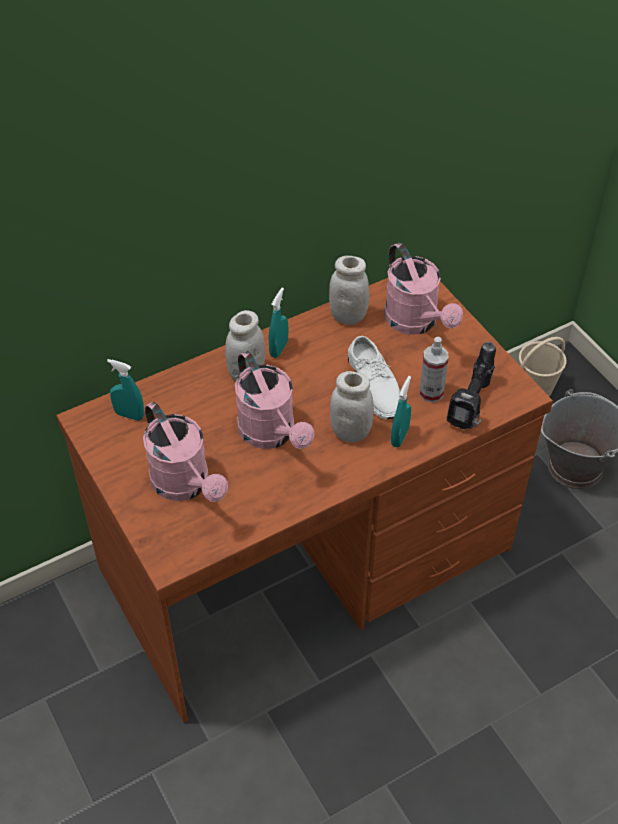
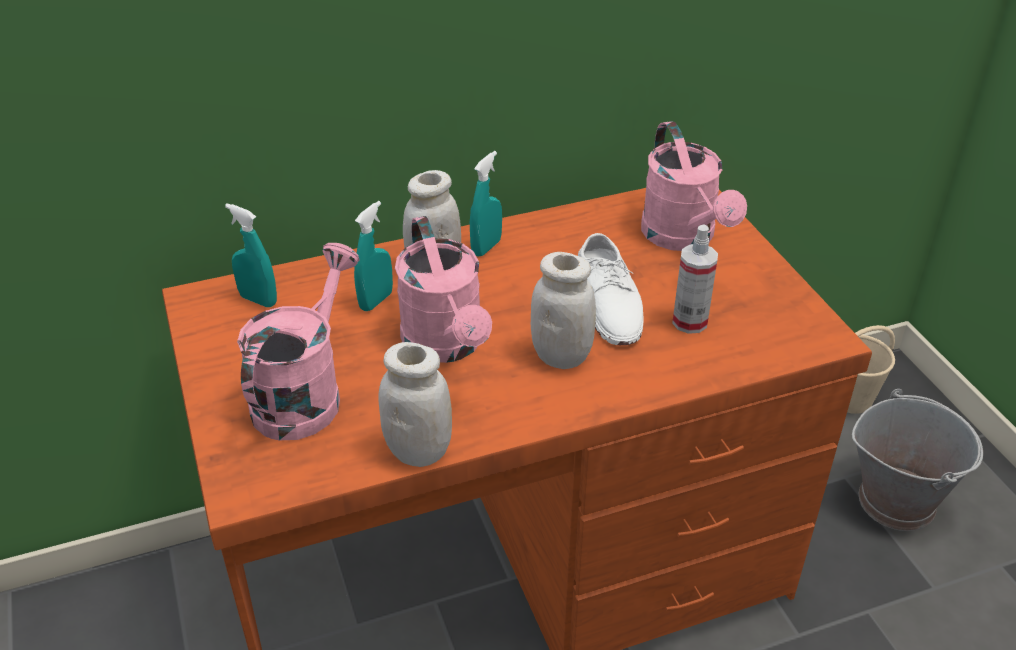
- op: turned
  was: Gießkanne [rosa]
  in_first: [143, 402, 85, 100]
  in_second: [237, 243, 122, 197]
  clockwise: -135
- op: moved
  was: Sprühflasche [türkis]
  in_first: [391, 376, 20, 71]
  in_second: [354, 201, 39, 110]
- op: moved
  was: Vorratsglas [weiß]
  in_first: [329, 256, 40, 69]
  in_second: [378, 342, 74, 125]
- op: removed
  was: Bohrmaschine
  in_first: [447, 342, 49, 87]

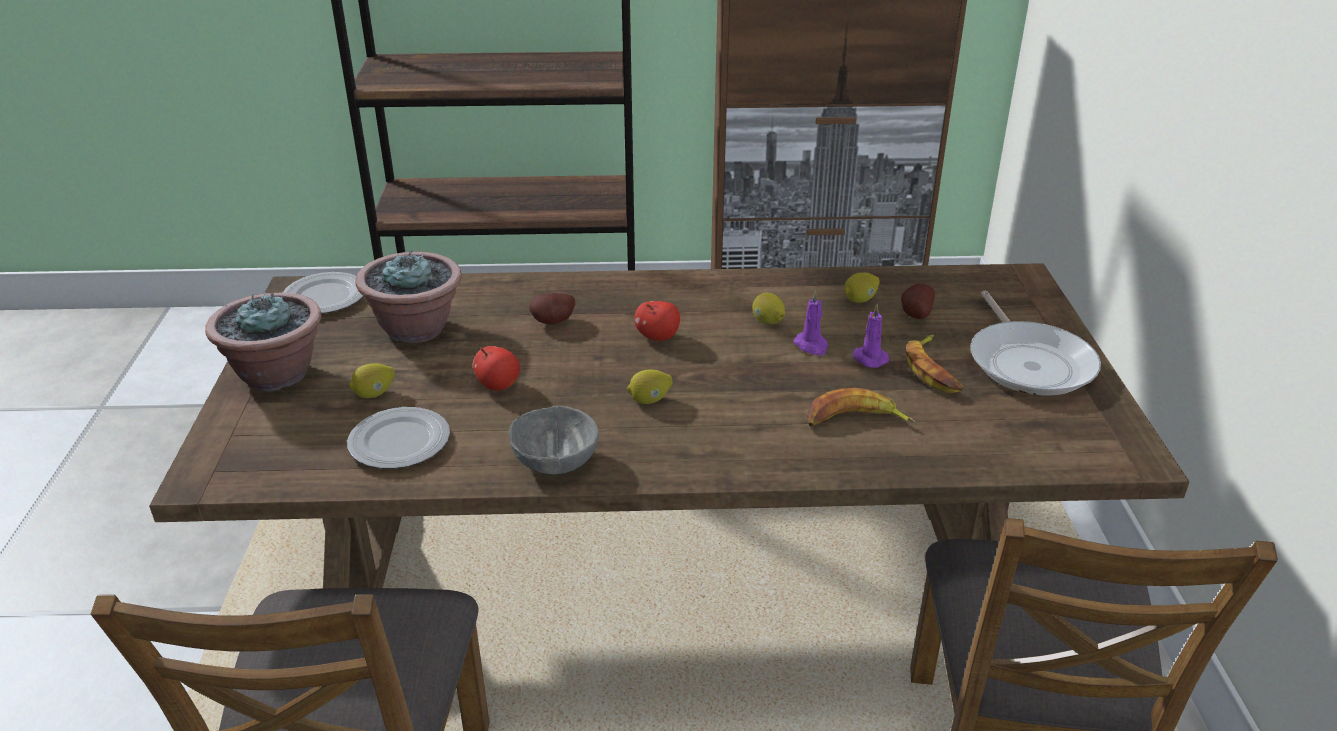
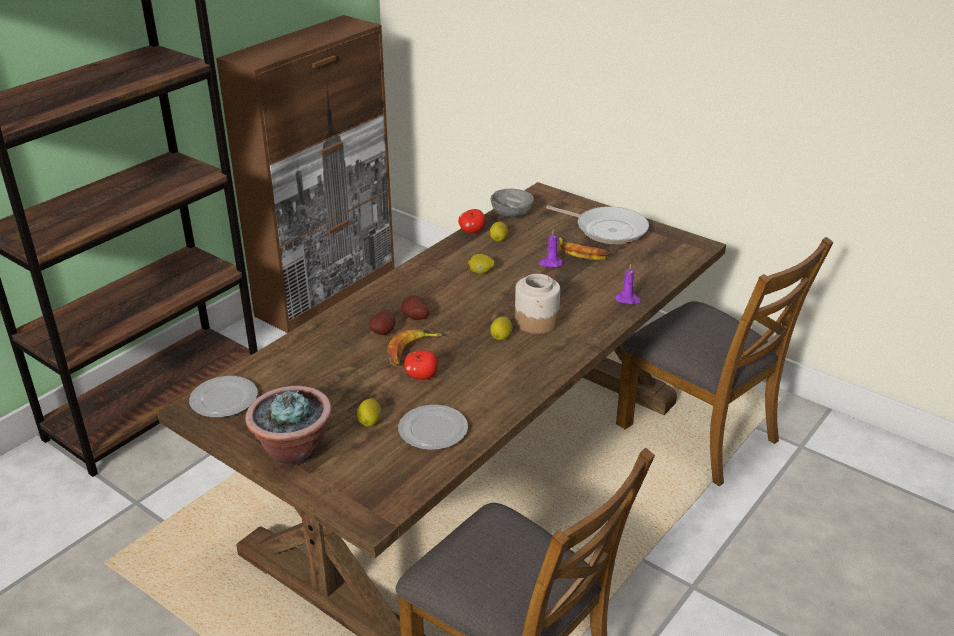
- op: moved
  was: Banane
  in_first: [806, 388, 110, 39]
  in_second: [387, 329, 56, 37]
- op: moved
  was: Kartoffel
  in_first: [901, 284, 34, 35]
  in_second: [402, 295, 27, 25]
- op: moved
  was: Apfel
  in_first: [634, 301, 46, 40]
  in_second: [458, 209, 27, 25]
- op: moved
  was: Schüssel [grau]
  in_first: [509, 405, 90, 69]
  in_second: [490, 189, 44, 28]
- op: added
  now: Vorratsglas
  in_second: [515, 274, 45, 60]
- op: moved
  was: Kerze [lila]
  in_first: [793, 290, 35, 66]
  in_second: [615, 264, 26, 40]
- op: removed
  was: Topfpflanze
  in_first: [355, 251, 107, 92]

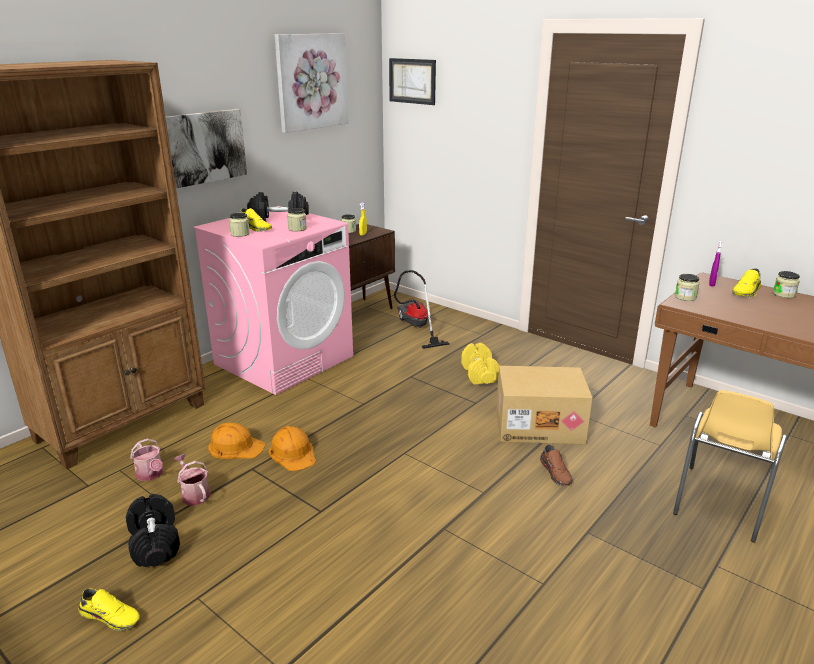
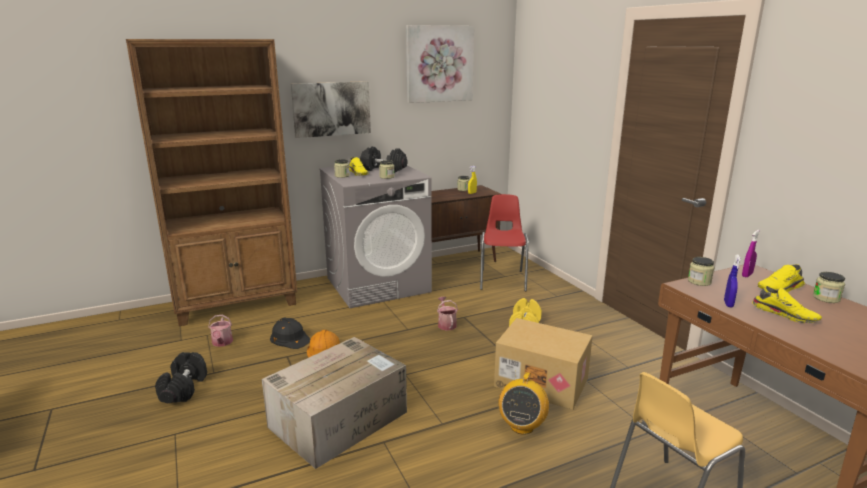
- op: added
  now: Karton
  in_second: [262, 337, 145, 132]
- op: recoloured
  was: Schutzhelm [orange]
  now: Schutzhelm [schwarz]
  in_first: [208, 422, 58, 37]
  in_second: [270, 317, 40, 32]
- op: recoloured
  was: Waschmaschine [rosa]
  now: Waschmaschine [grau]
  in_first: [193, 206, 160, 189]
  in_second: [319, 165, 113, 143]
- op: moved
  was: Gießkanne
  in_first: [174, 454, 37, 51]
  in_second: [437, 297, 21, 34]
- op: replaced
  was: Staubsauger
  now: Stuhl [rot]
  in_first: [394, 270, 55, 79]
  in_second: [480, 194, 49, 97]
- op: replaced
  was: Schuh [braun]
  now: Radio
  in_first: [540, 444, 33, 42]
  in_second: [498, 372, 51, 63]
- op: added
  now: Sprühflasche [blau]
  in_second: [724, 254, 17, 53]
- op: moved
  was: Schuh [gelb]
  in_first: [79, 588, 61, 43]
  in_second: [752, 286, 70, 37]
- op: removed
  was: Bild
  in_first: [389, 58, 47, 47]

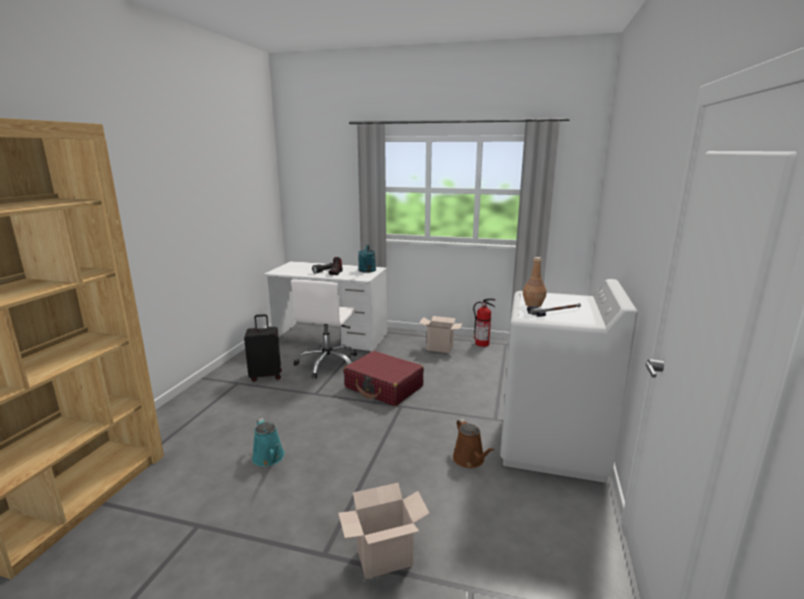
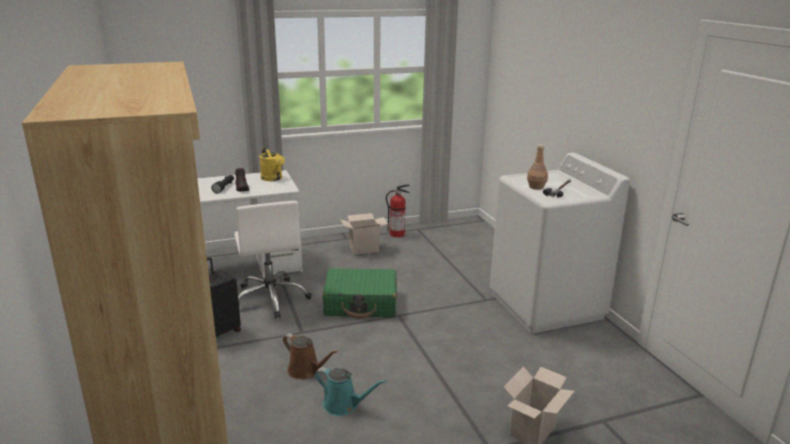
- op: recoloured
  was: Gießkanne [türkis]
  now: Gießkanne [gelb]
  in_first: [358, 245, 18, 28]
  in_second: [259, 147, 26, 34]
- op: moved
  was: Gießkanne [braun]
  in_first: [453, 419, 41, 49]
  in_second: [283, 334, 55, 46]
- op: recoloured
  was: Koffer [rot]
  now: Koffer [grün]
  in_first: [343, 351, 81, 55]
  in_second: [322, 268, 75, 51]

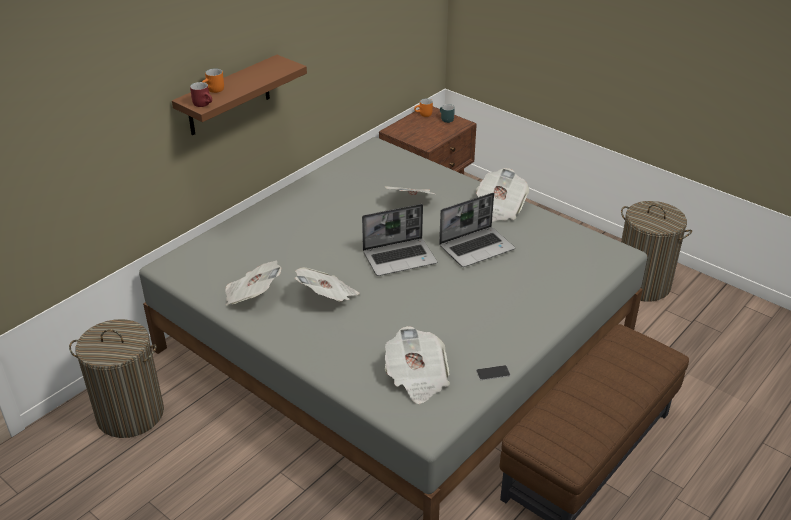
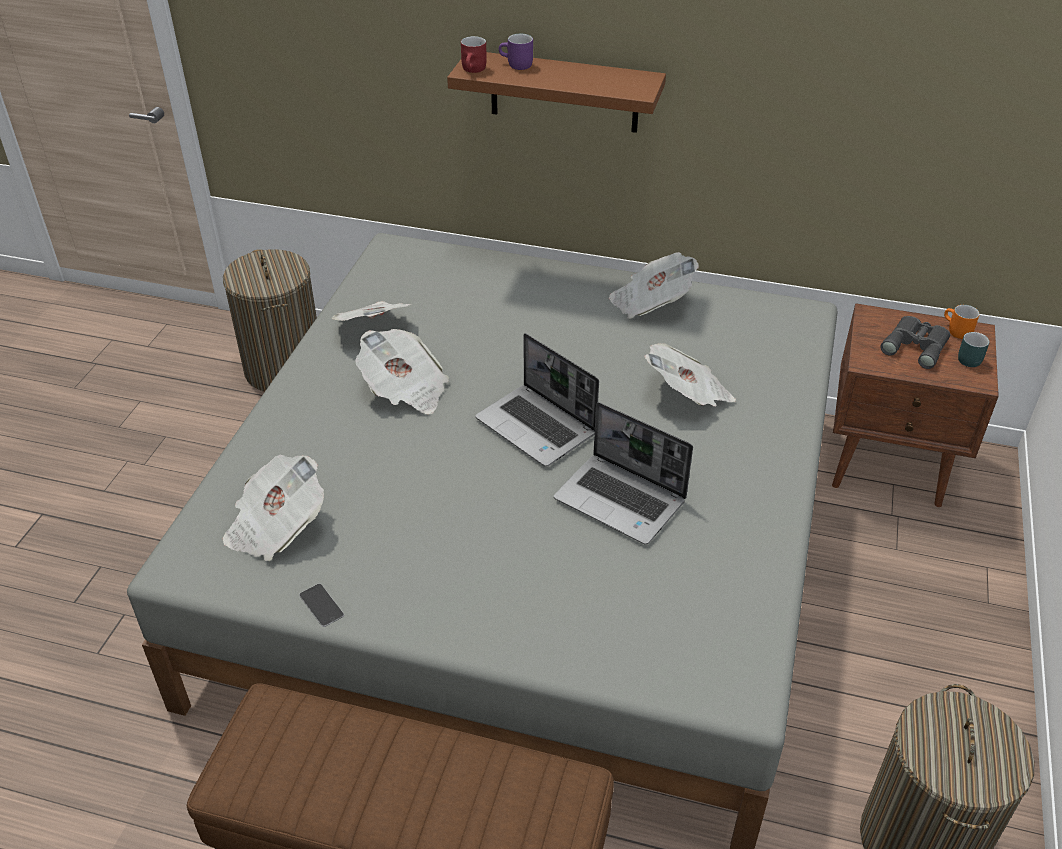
- op: recoloured
  was: Henkelbecher [orange]
  now: Henkelbecher [lila]
  in_first: [202, 68, 22, 25]
  in_second: [499, 34, 34, 36]
- op: moved
  was: Zeitung
  in_first: [476, 168, 53, 54]
  in_second: [609, 252, 90, 67]
- op: added
  now: Fernglas [grau]
  in_second: [880, 316, 70, 53]

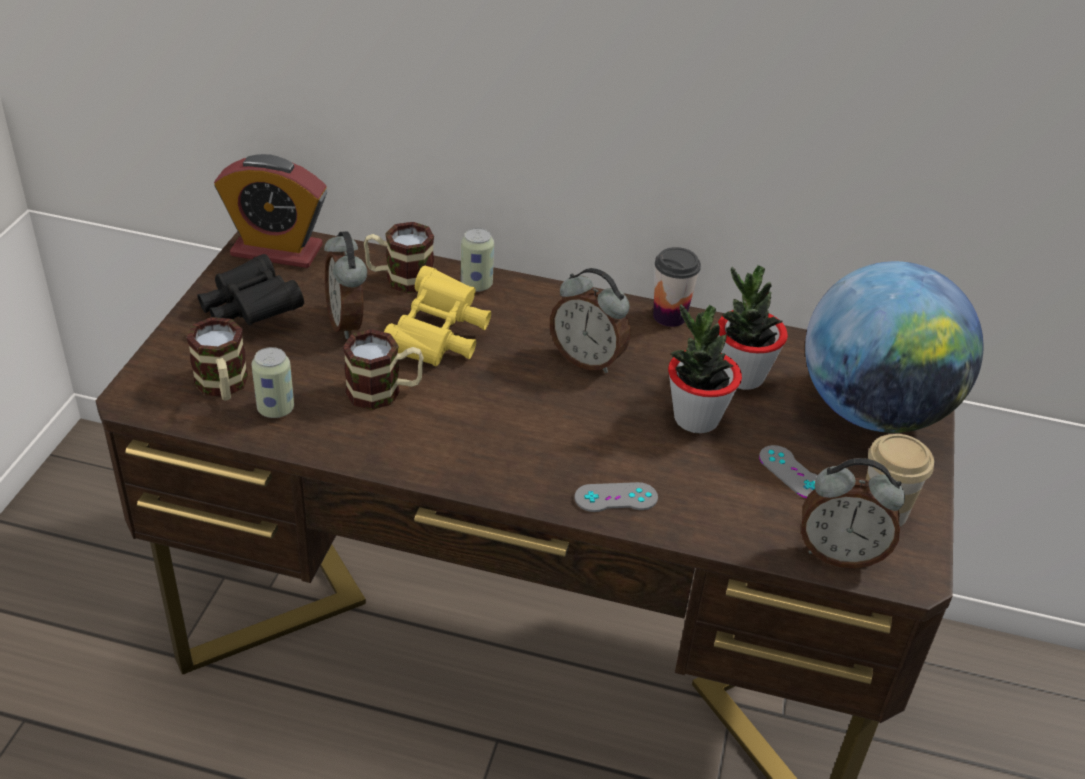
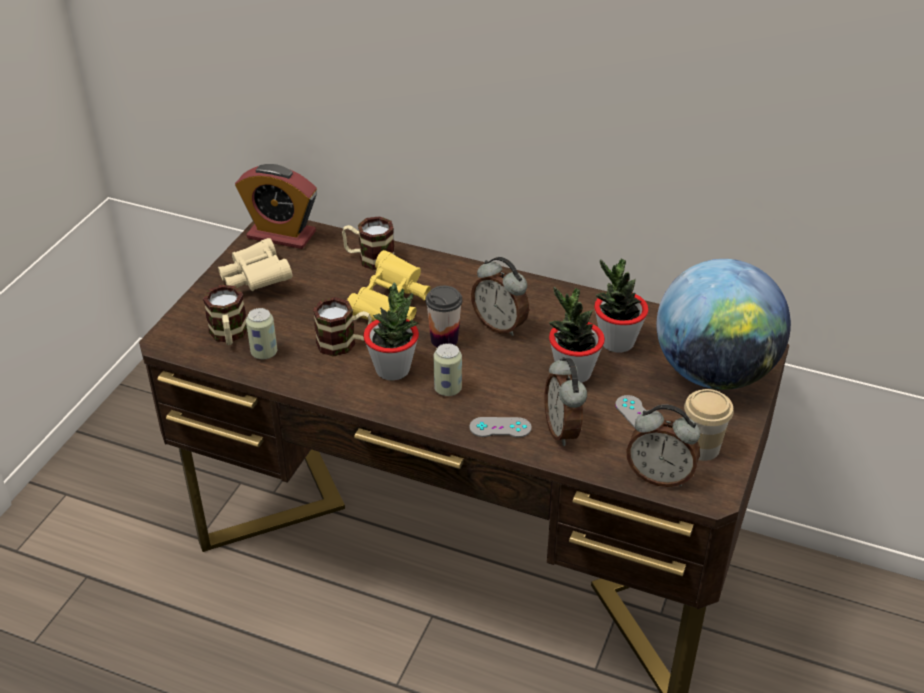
- op: recoloured
  was: Fernglas [schwarz]
  now: Fernglas [beige]
  in_first: [197, 254, 107, 71]
  in_second: [218, 238, 75, 53]
- op: added
  now: Topfpflanze
  in_second: [363, 282, 56, 98]
- op: moved
  was: Tasse
  in_first: [653, 247, 48, 80]
  in_second: [425, 286, 37, 61]
- op: moved
  was: Dose
  in_first: [461, 228, 33, 64]
  in_second: [434, 343, 28, 53]
- op: moved
  was: Wecker
  in_first: [324, 231, 43, 108]
  in_second: [545, 357, 42, 89]

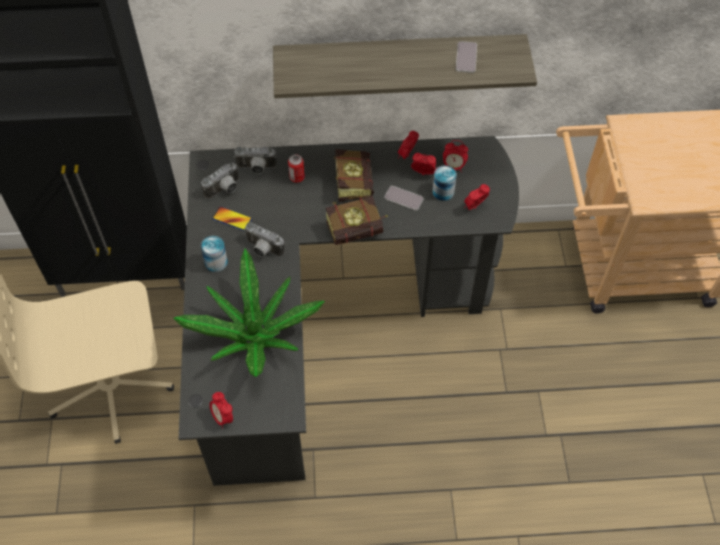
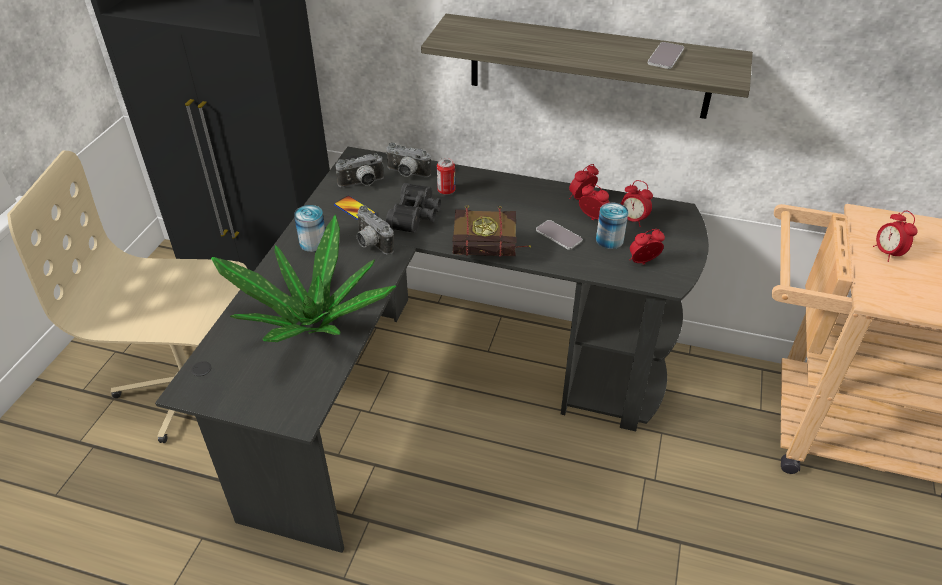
- op: added
  now: Fernglas [schwarz]
  in_second: [386, 183, 55, 50]
- op: moved
  was: Wecker
  in_first: [210, 392, 23, 37]
  in_second: [873, 210, 45, 52]
- op: removed
  was: Buch
  in_first: [334, 149, 40, 53]

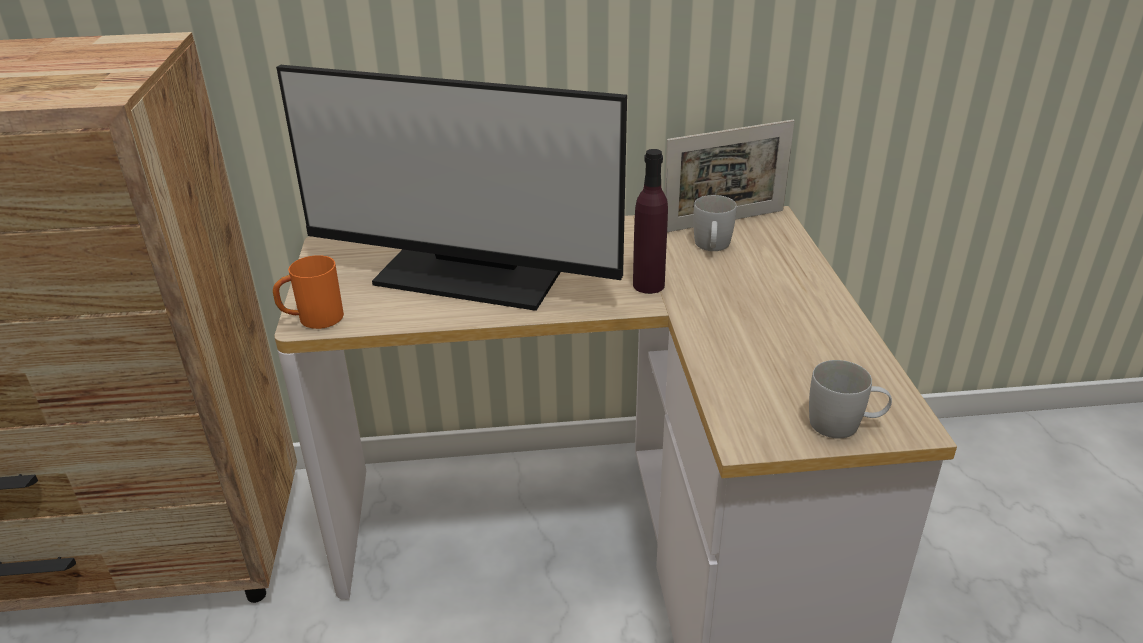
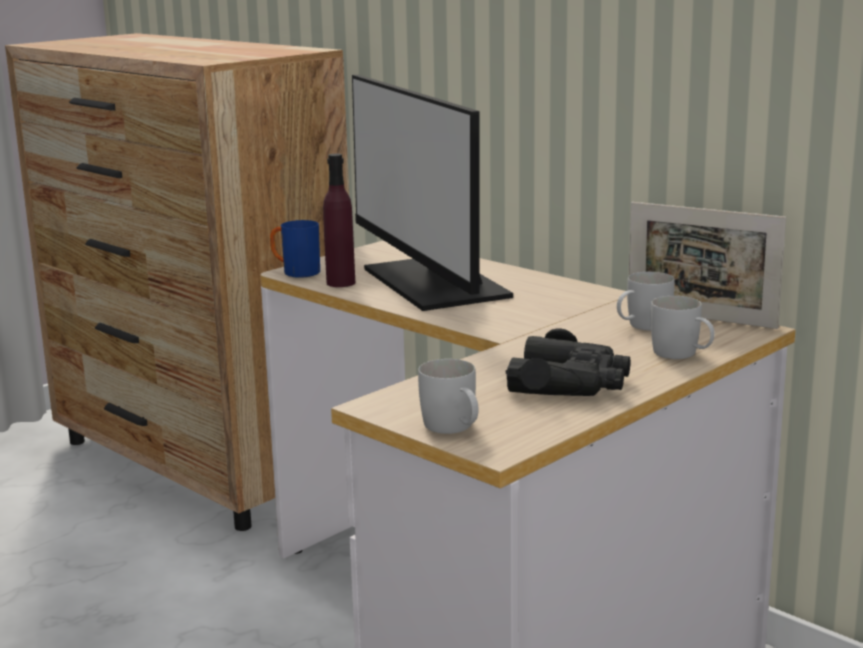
- op: recoloured
  was: Henkelbecher [orange]
  now: Henkelbecher [blau]
  in_first: [273, 255, 71, 74]
  in_second: [270, 220, 50, 58]
- op: moved
  was: Flasche [lila]
  in_first: [633, 149, 35, 145]
  in_second: [323, 154, 32, 133]
- op: added
  now: Fernglas [schwarz]
  in_second: [506, 329, 125, 67]
- op: added
  now: Henkelbecher [weiß]
  in_second: [651, 296, 64, 63]

